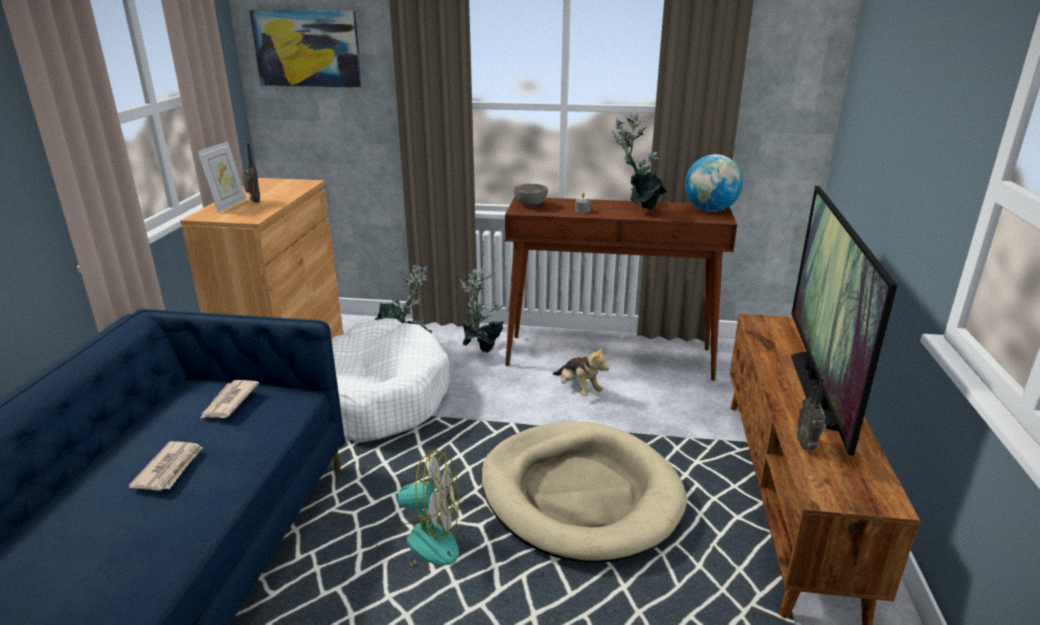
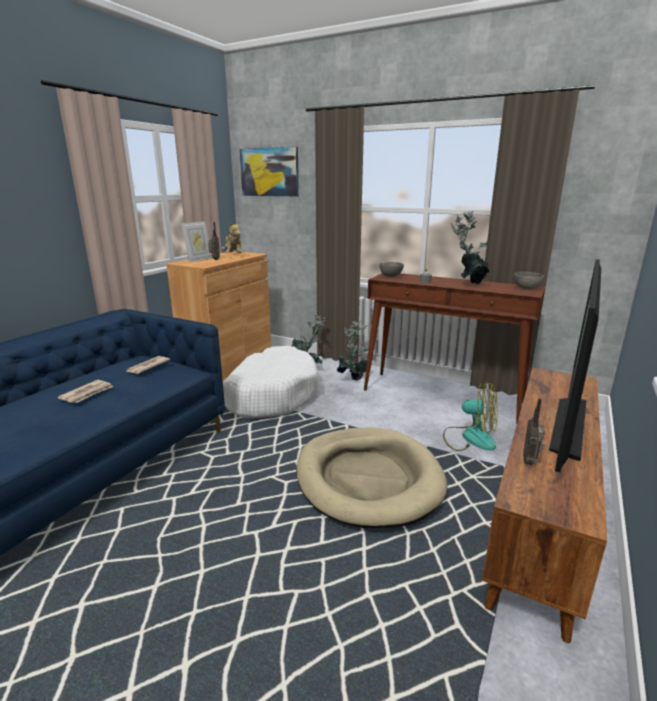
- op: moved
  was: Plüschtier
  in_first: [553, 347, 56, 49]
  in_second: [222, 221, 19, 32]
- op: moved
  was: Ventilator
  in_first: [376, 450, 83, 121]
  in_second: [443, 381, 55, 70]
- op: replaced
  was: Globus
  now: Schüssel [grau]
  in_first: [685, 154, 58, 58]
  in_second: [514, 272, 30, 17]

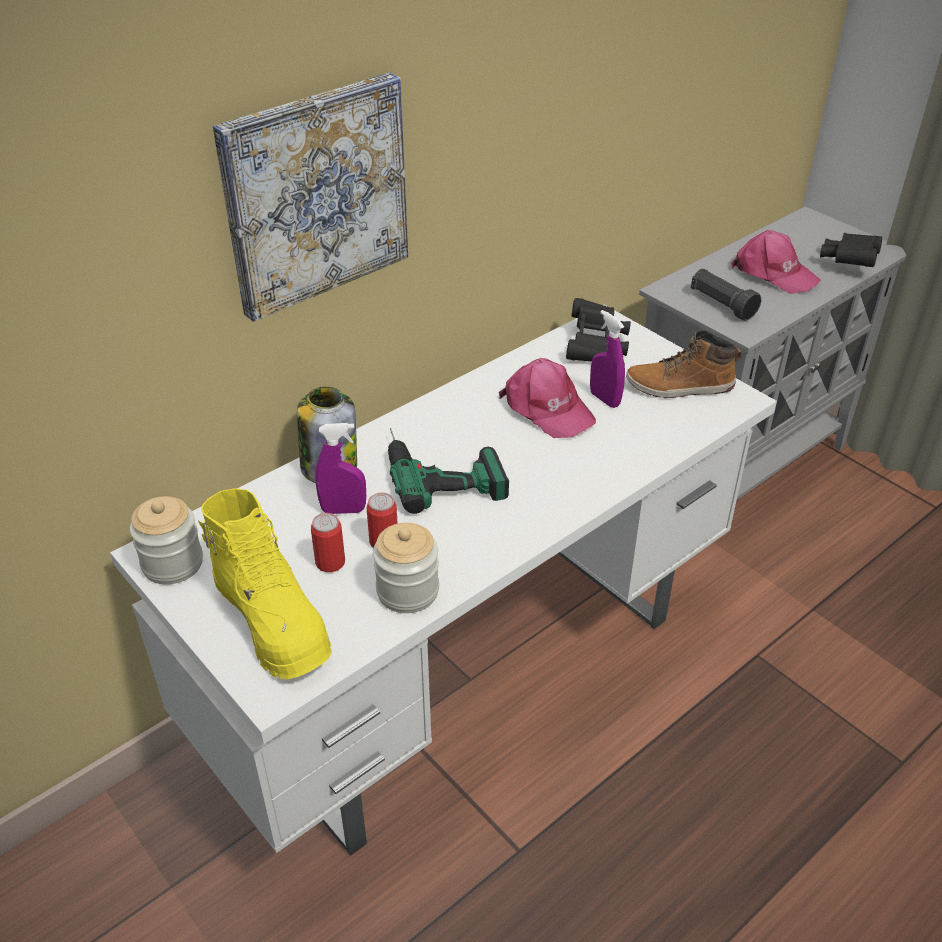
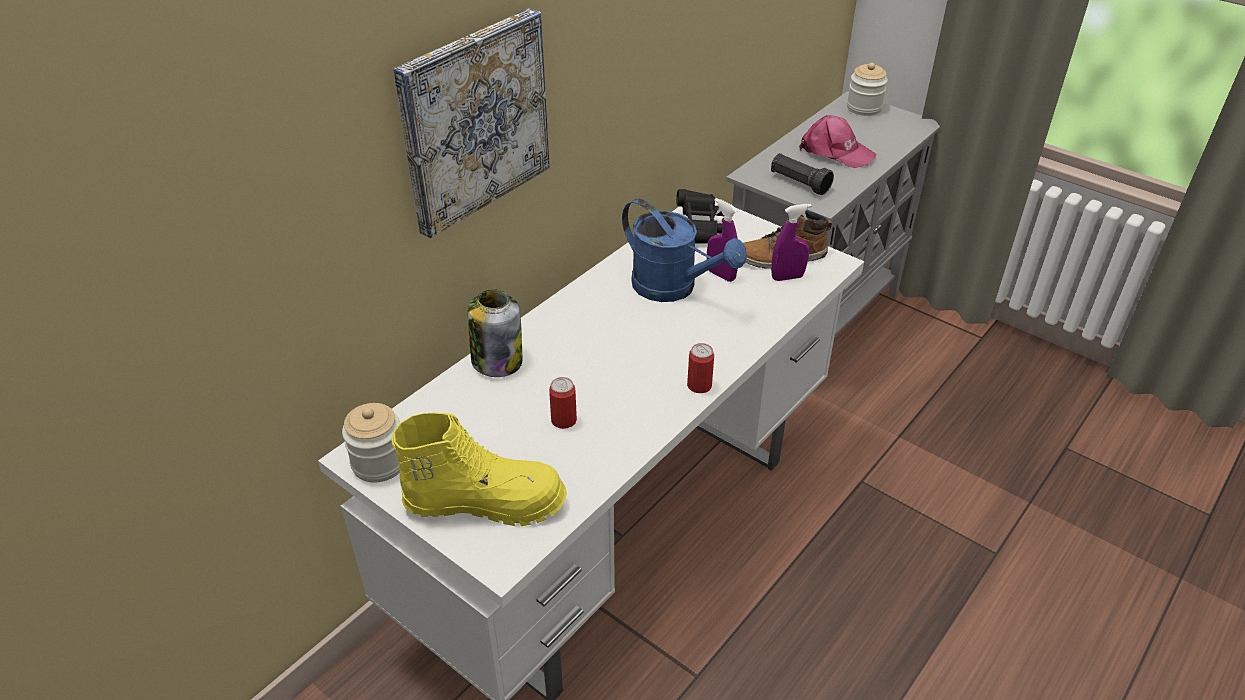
- op: turned
  was: Stiefel [gelb]
  in_first: [198, 488, 133, 191]
  in_second: [391, 413, 176, 113]
  clockwise: -45
- op: replaced
  was: Kappe [rosa]
  now: Gießkanne [blau]
  in_first: [499, 358, 97, 80]
  in_second: [622, 199, 125, 103]
- op: moved
  was: Dose
  in_first: [311, 513, 34, 59]
  in_second: [687, 343, 27, 50]
- op: moved
  was: Sprühflasche [lila]
  in_first: [315, 423, 51, 91]
  in_second: [771, 204, 41, 77]
- op: moved
  was: Vorratsglas
  in_first: [373, 523, 66, 90]
  in_second: [847, 63, 41, 53]
- op: removed
  was: Bohrmaschine
  in_first: [388, 428, 121, 86]
- op: removed
  was: Fernglas [schwarz]
  in_first: [820, 233, 62, 34]

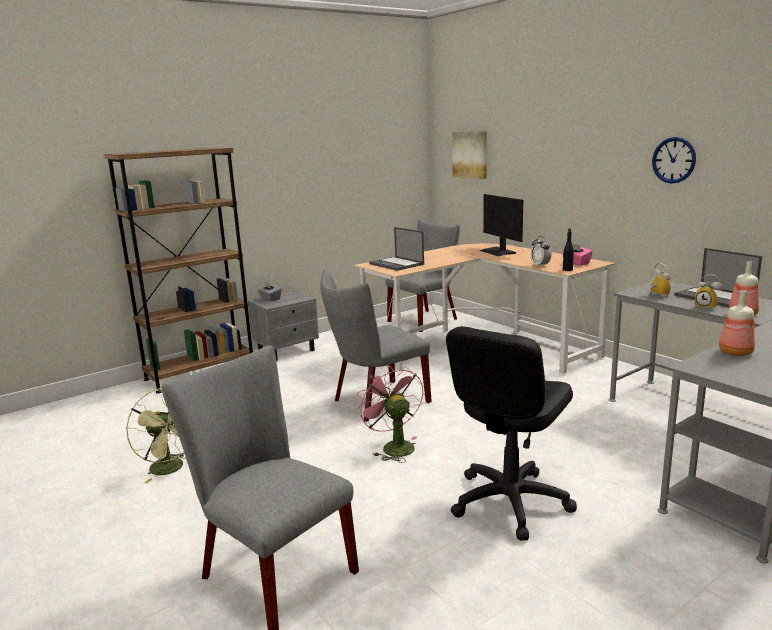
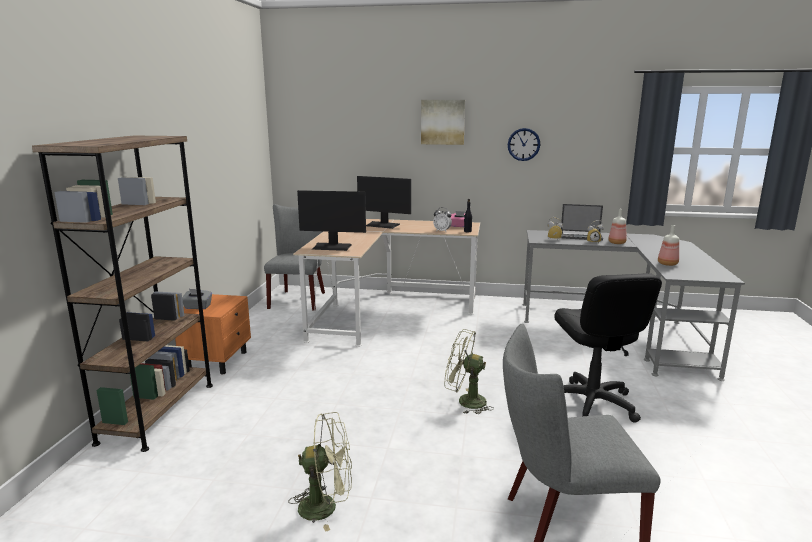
- op: recoloured
  was: Nachttisch [grau]
  now: Nachttisch [orange]
  in_first: [248, 291, 71, 70]
  in_second: [175, 294, 76, 81]
- op: replaced
  was: Laptop
  now: Monitor
  in_first: [369, 227, 55, 44]
  in_second: [297, 190, 69, 61]
- op: moved
  was: Bild
  in_first: [452, 131, 35, 48]
  in_second: [421, 100, 44, 45]
- op: recoloured
  was: Ventilator [rosa]
  now: Ventilator [grün]
  in_first: [357, 365, 66, 98]
  in_second: [445, 329, 49, 85]
- op: removed
  was: Stuhl [grau]
  in_first: [320, 269, 112, 153]

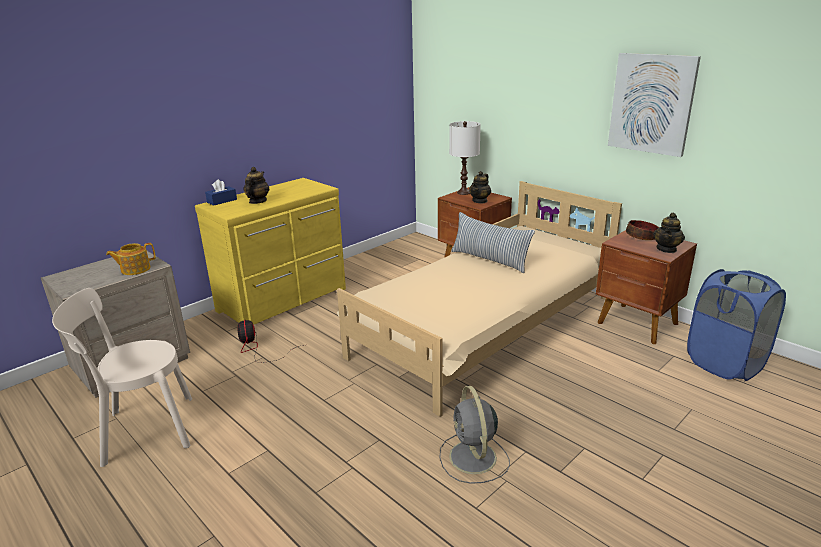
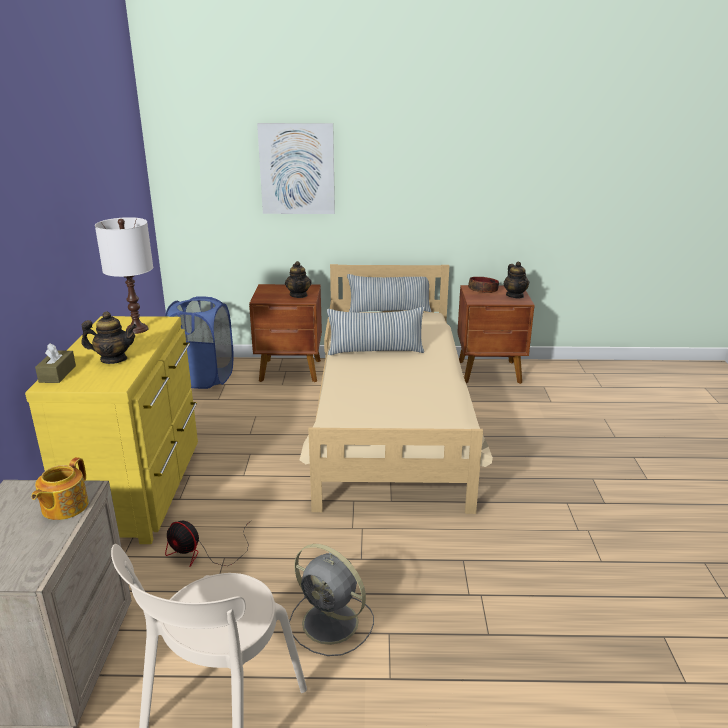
- op: recoloured
  was: Taschentuchbox [blau]
  now: Taschentuchbox [braun]
  in_first: [205, 179, 32, 27]
  in_second: [35, 343, 41, 40]
- op: turned
  was: Teekanne
  in_first: [244, 167, 25, 37]
  in_second: [82, 311, 55, 53]
  clockwise: 120
- op: moved
  was: Tischlampe [weiß]
  in_first: [449, 121, 32, 74]
  in_second: [95, 217, 58, 117]
- op: moved
  was: Wäschekorb [blau]
  in_first: [687, 269, 99, 112]
  in_second: [165, 296, 69, 93]
- op: moved
  was: Bild
  in_first: [608, 53, 93, 104]
  in_second: [257, 123, 78, 91]
- op: moved
  was: Ventilator [grau]
  in_first: [439, 386, 71, 98]
  in_second: [289, 544, 85, 112]
- op: added
  now: Kissen
  in_second: [347, 274, 84, 38]

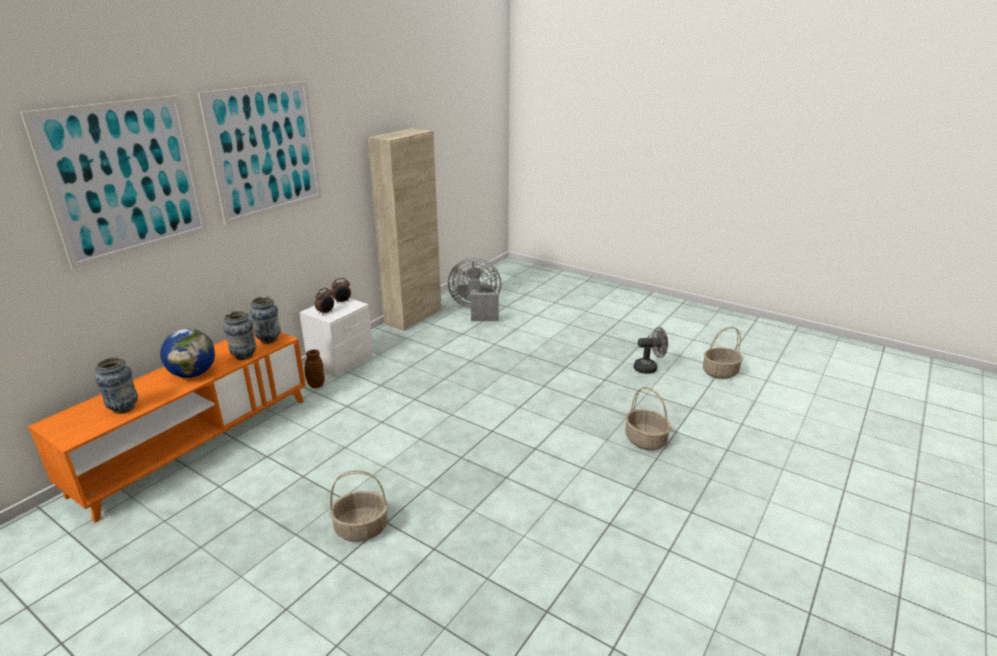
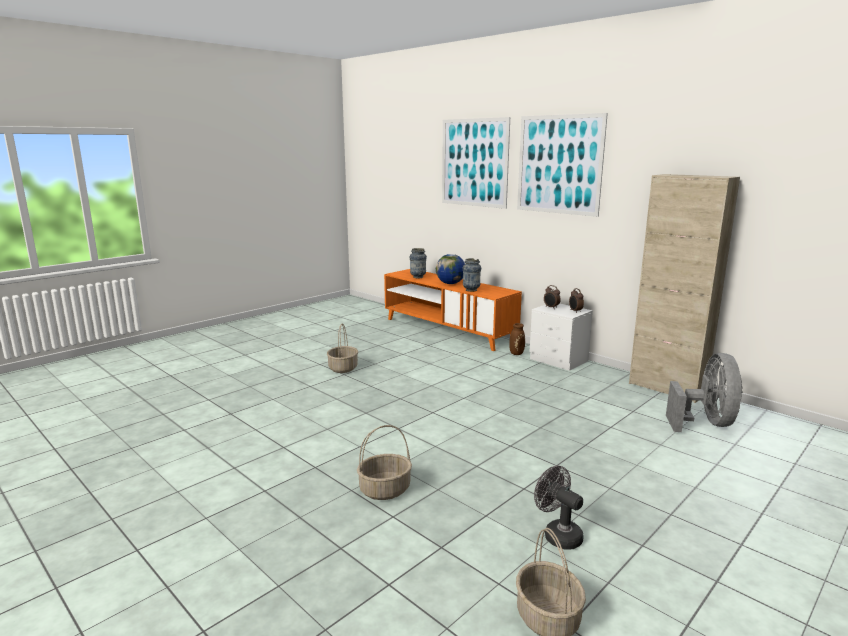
- op: turned
  was: Ventilator [grau]
  in_first: [634, 327, 34, 47]
  in_second: [534, 466, 50, 84]
  clockwise: 135
- op: removed
  was: Vase
  in_first: [250, 296, 31, 48]

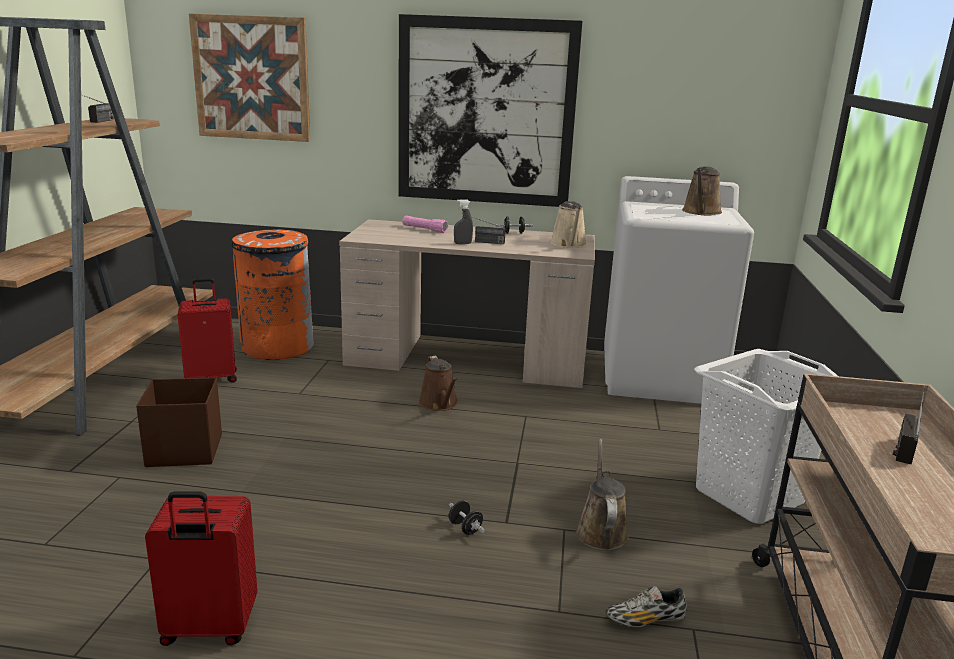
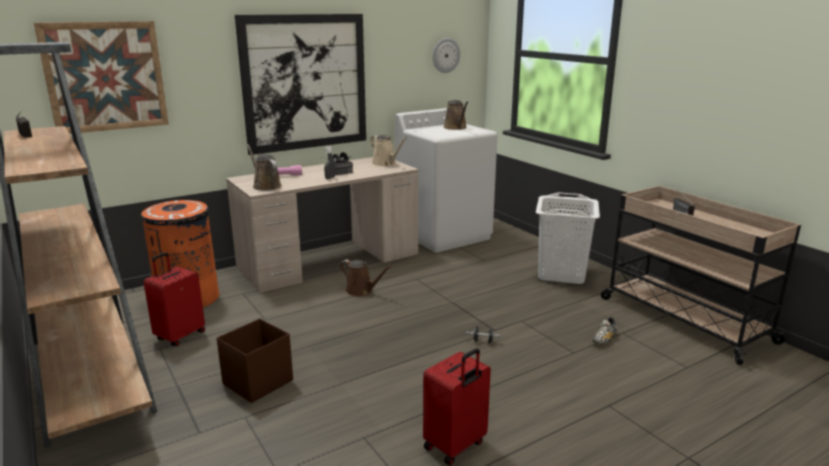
- op: moved
  was: Gießkanne [braun]
  in_first: [576, 439, 53, 112]
  in_second: [247, 144, 34, 46]
- op: added
  now: Wanduhr
  in_second: [432, 38, 28, 35]

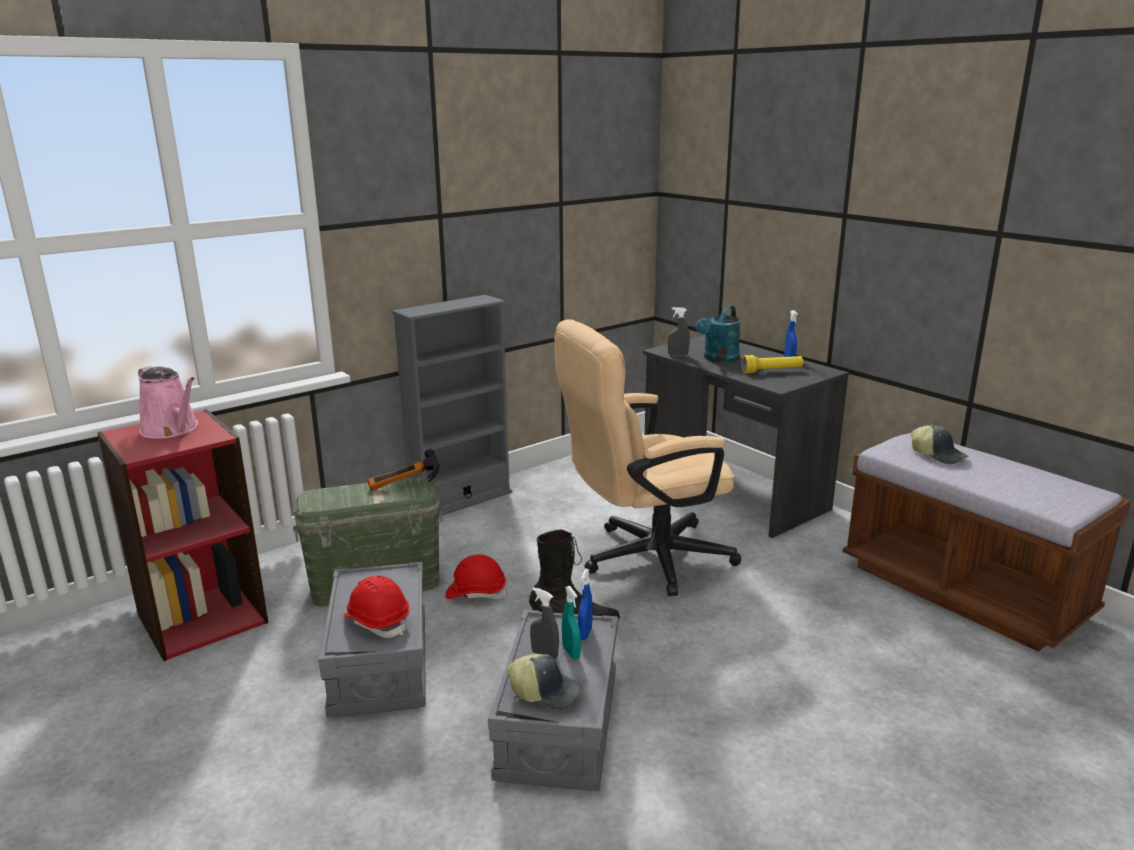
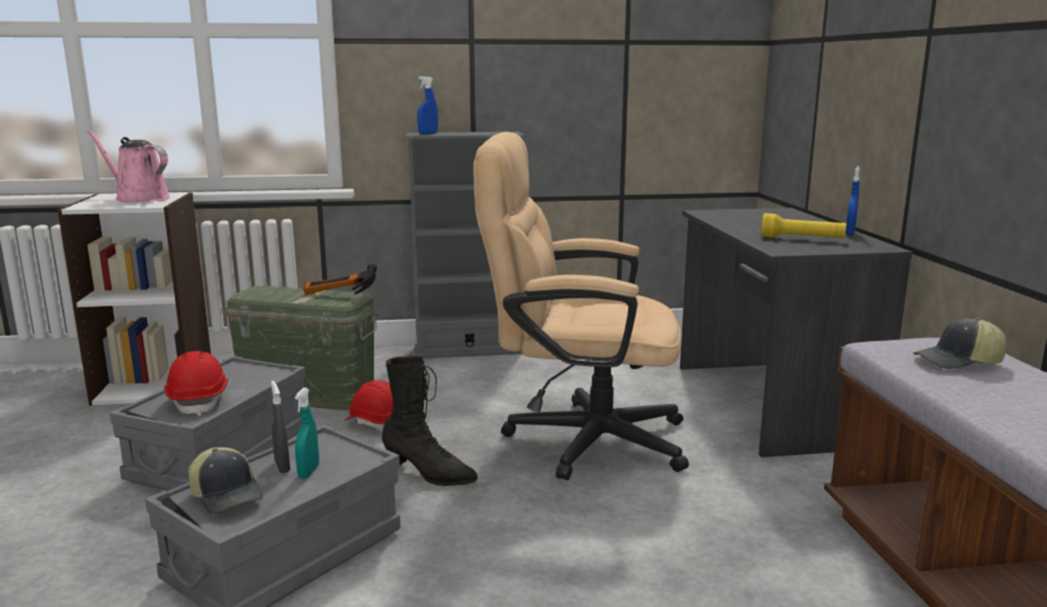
- op: recoloured
  was: Bücherregal [rot]
  now: Bücherregal [weiß]
  in_first: [97, 409, 171, 252]
  in_second: [58, 192, 153, 214]
- op: turned
  was: Gießkanne [rosa]
  in_first: [138, 366, 60, 73]
  in_second: [86, 130, 84, 72]
  clockwise: 135
- op: moved
  was: Sprühflasche [blau]
  in_first: [578, 569, 14, 71]
  in_second: [417, 76, 21, 58]
- op: turned
  was: Kappe
  in_first: [911, 425, 58, 39]
  in_second: [913, 318, 93, 51]
  clockwise: 90
- op: removed
  was: Sprühflasche [grau]
  in_first: [668, 307, 22, 49]
- op: removed
  was: Gießkanne [türkis]
  in_first: [696, 305, 45, 58]

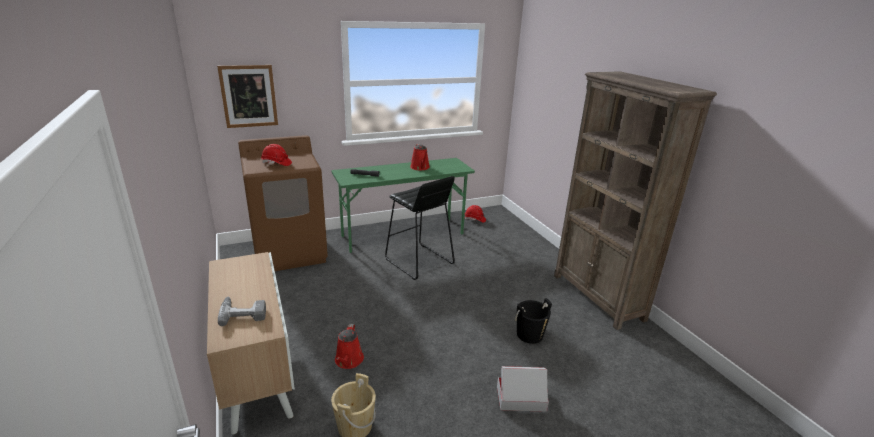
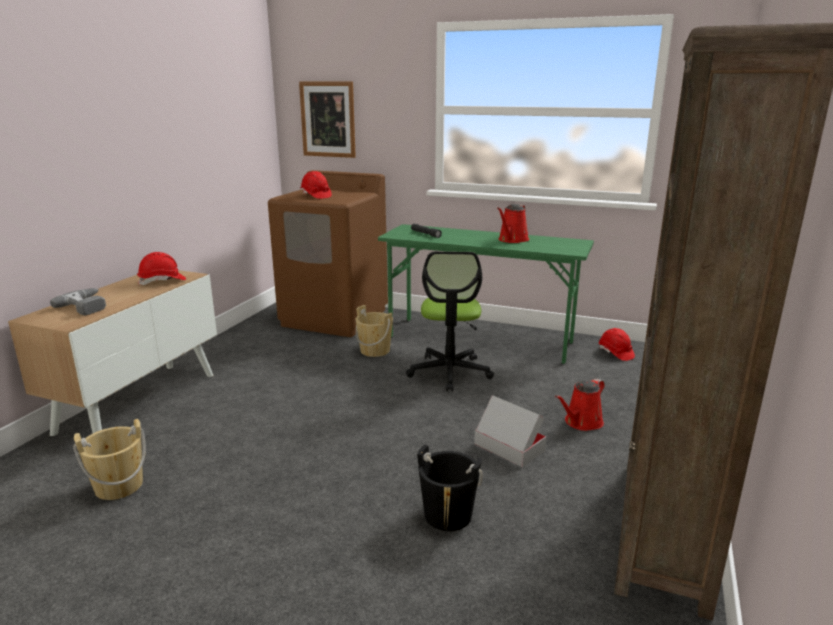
- op: added
  now: Schutzhelm [rot]
  in_second: [137, 252, 49, 33]
- op: added
  now: Eimer [beige]
  in_second: [355, 305, 38, 52]
- op: replaced
  was: Hocker [schwarz]
  now: Bürostuhl
  in_first: [385, 176, 70, 104]
  in_second: [406, 251, 88, 140]
- op: moved
  was: Karton
  in_first: [497, 366, 52, 46]
  in_second: [474, 395, 73, 72]
- op: moved
  was: Gießkanne [rot]
  in_first: [335, 324, 29, 45]
  in_second: [555, 379, 50, 52]

